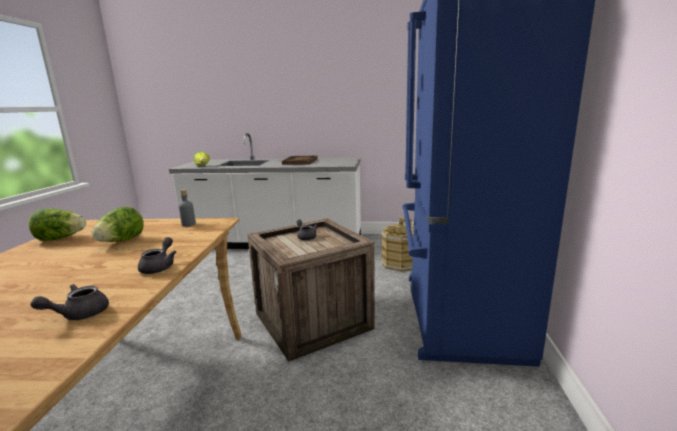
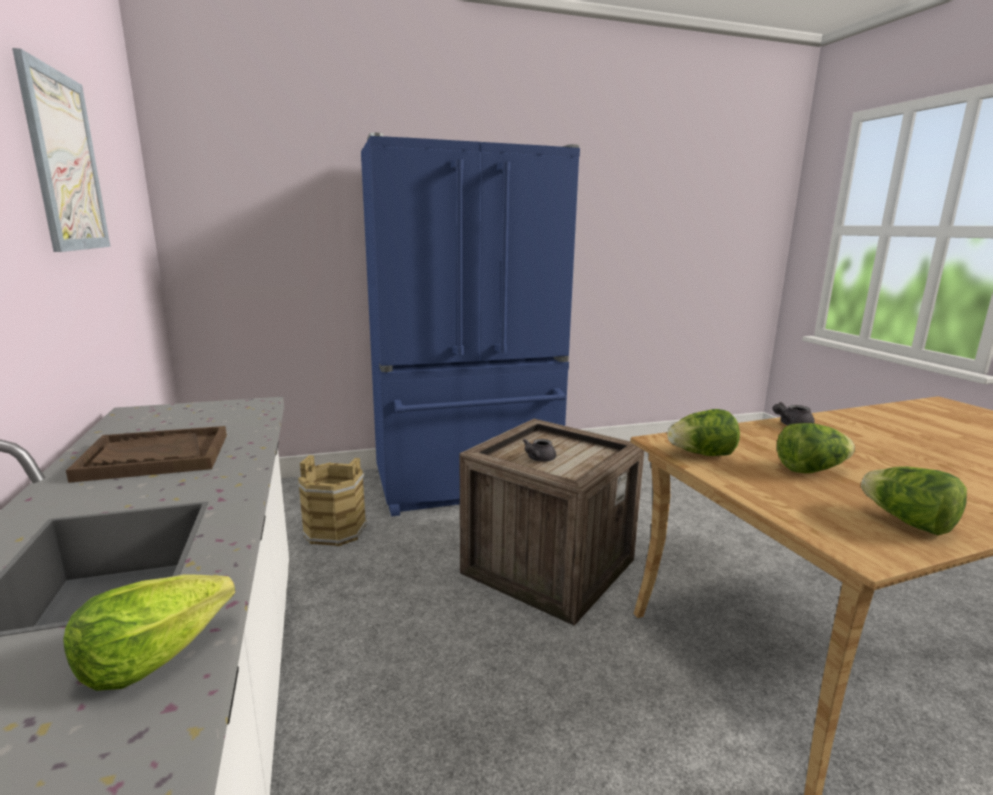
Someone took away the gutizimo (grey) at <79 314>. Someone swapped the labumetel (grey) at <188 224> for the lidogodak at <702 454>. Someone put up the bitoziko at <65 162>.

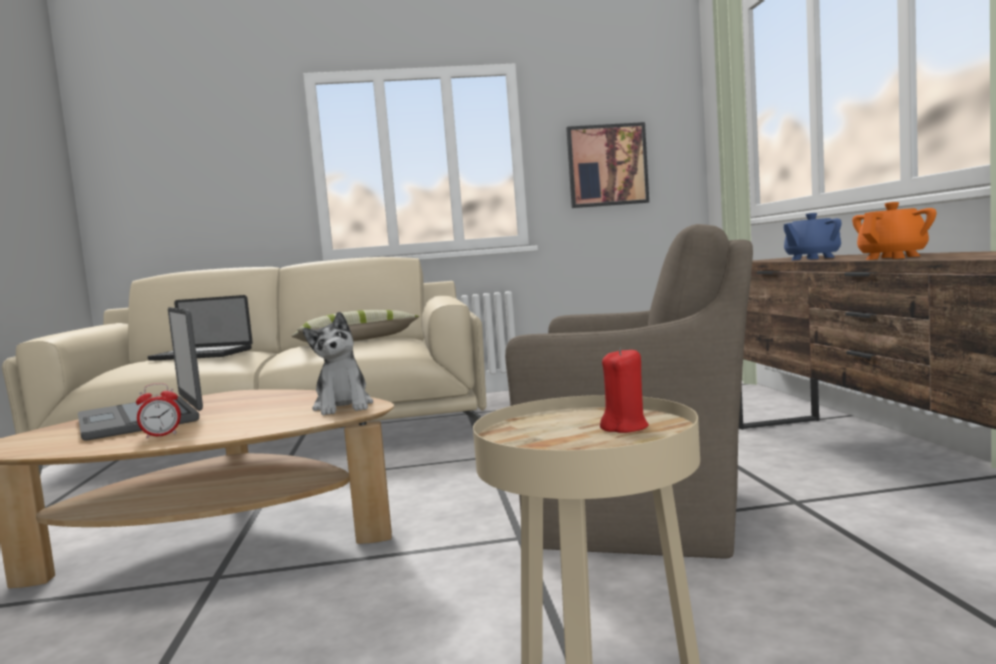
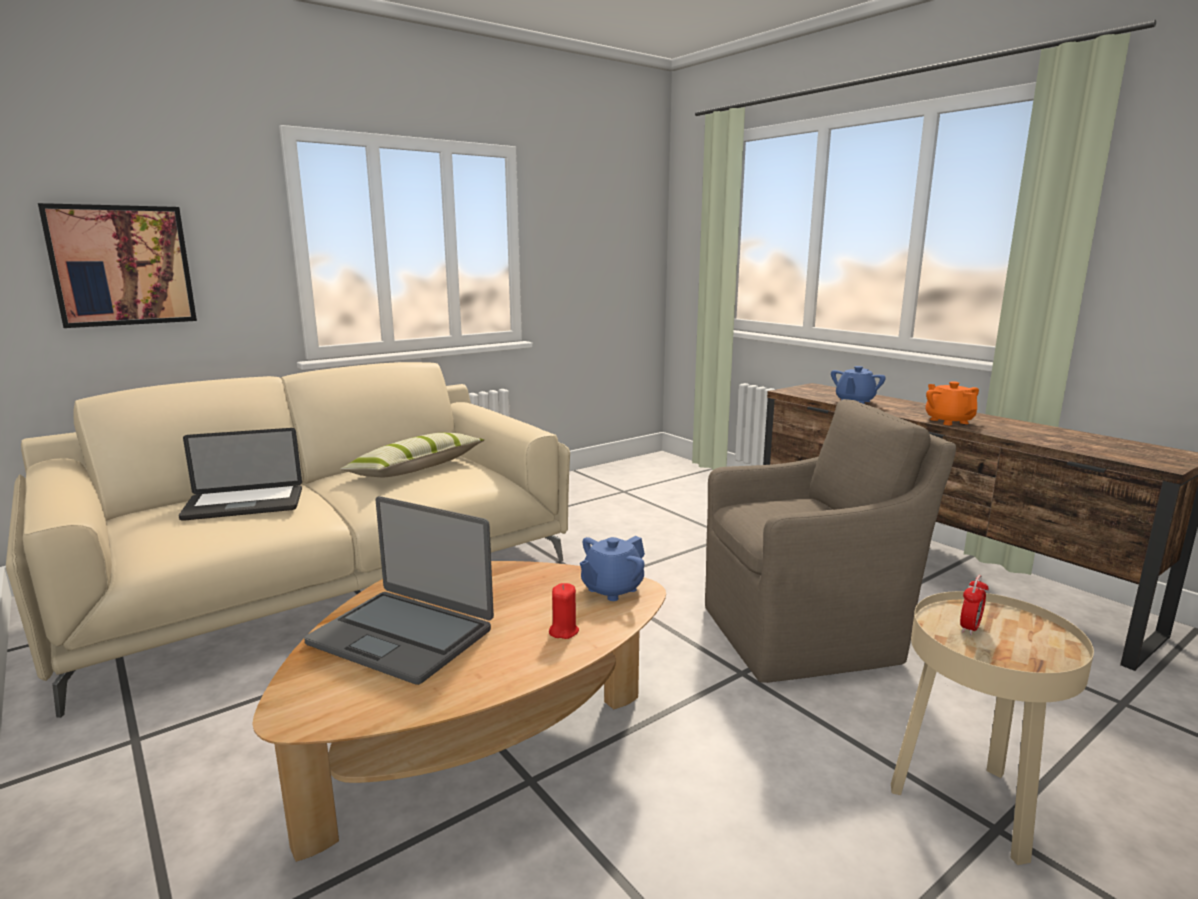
Someone carried the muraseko from <161 435> to <970 628>. Someone swapped the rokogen at <343 406> for the gutizimo (blue) at <611 589>. Someone carried the bitoziko from <607 165> to <122 265>. Someone carried the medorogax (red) from <625 427> to <563 631>. Someone rotated the gutizimo (orange) at <893 257> by 45 degrees counterclockwise.

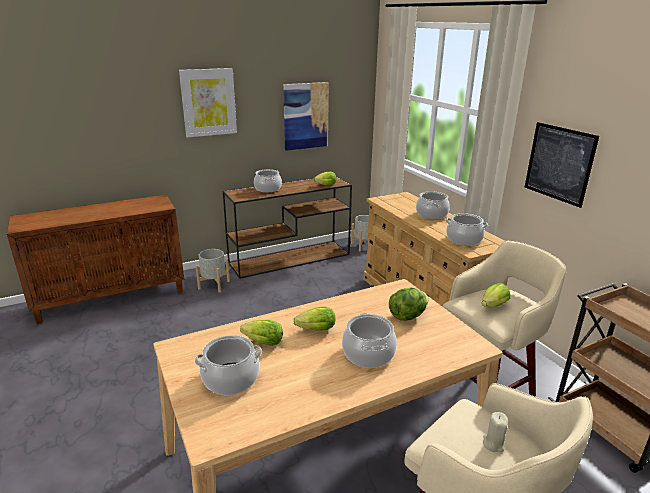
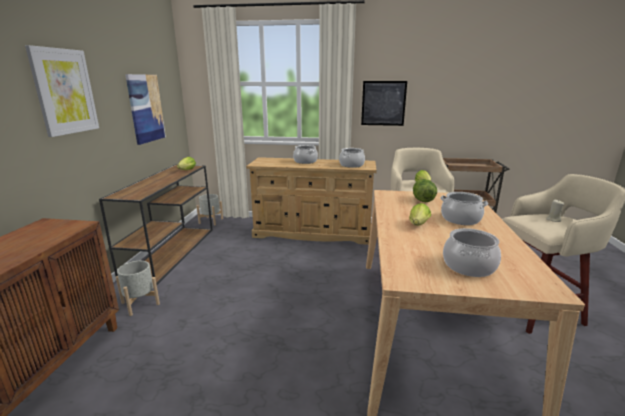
Someone took away the lidogodak at <261 342>. Someone took away the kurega at <267 189>.

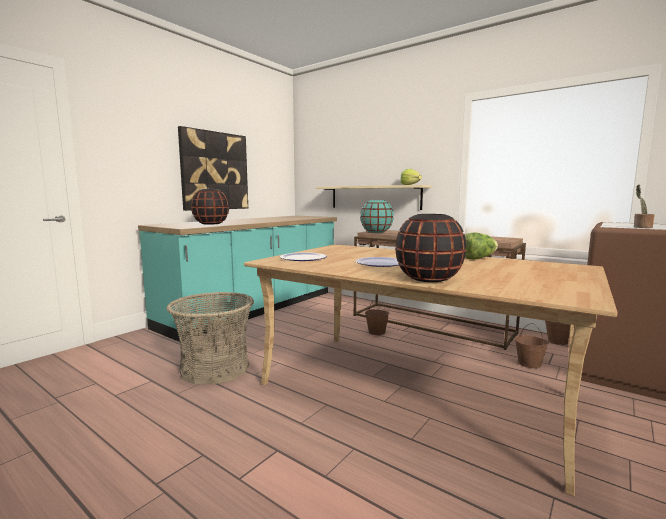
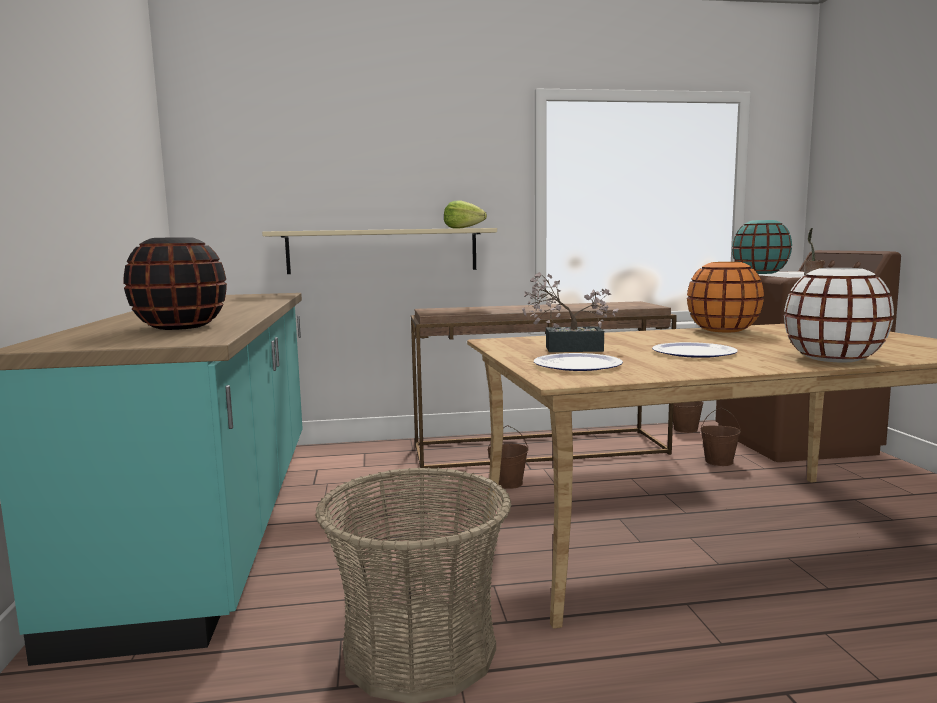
Someone took away the bitoziko at <214 171>. Someone carried the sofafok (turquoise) from <376 231> to <760 273>. Someone repainted the sofafok (black) at <428 279>, which became the sofafok (white) at <833 358>. Someone swapped the lidogodak at <478 258> for the sofafok (orange) at <722 330>. Someone put down the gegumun at <566 349>.

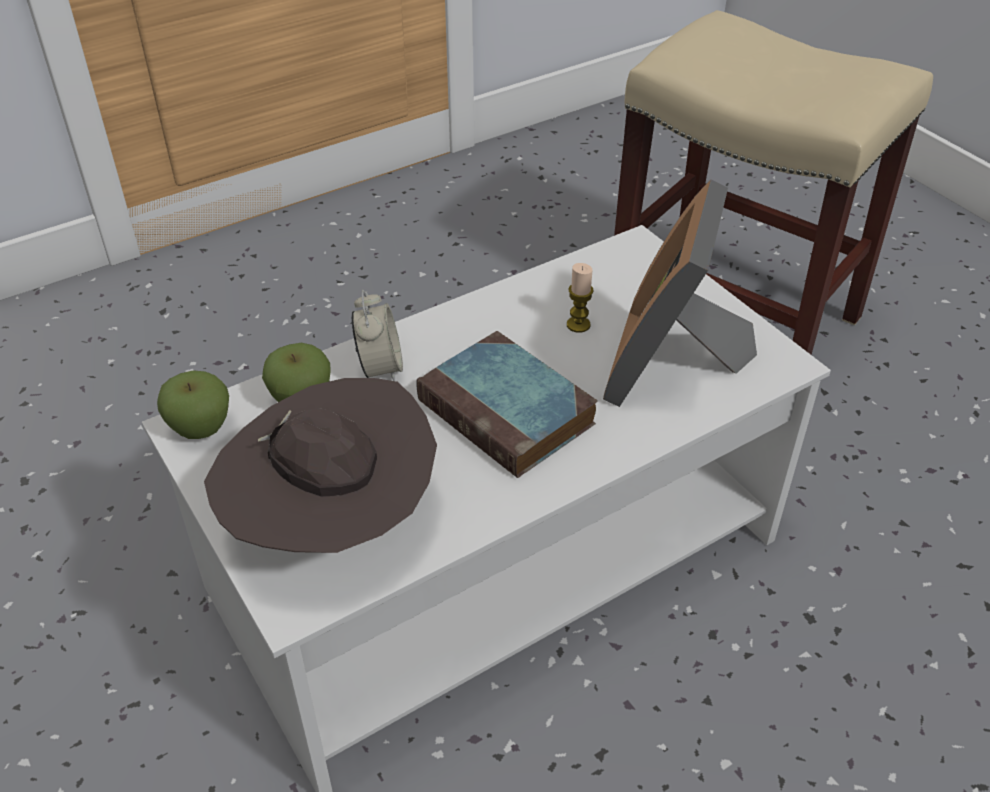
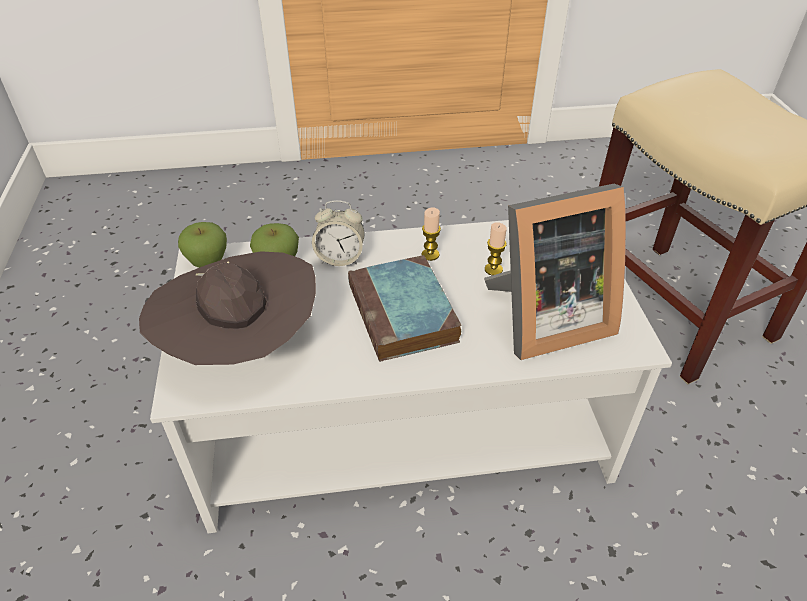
Someone rotated the muraseko at <380 368> by 75 degrees clockwise. Someone rotated the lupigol at <672 366> by 150 degrees counterclockwise. Someone put down the medorogax at <430 255>.

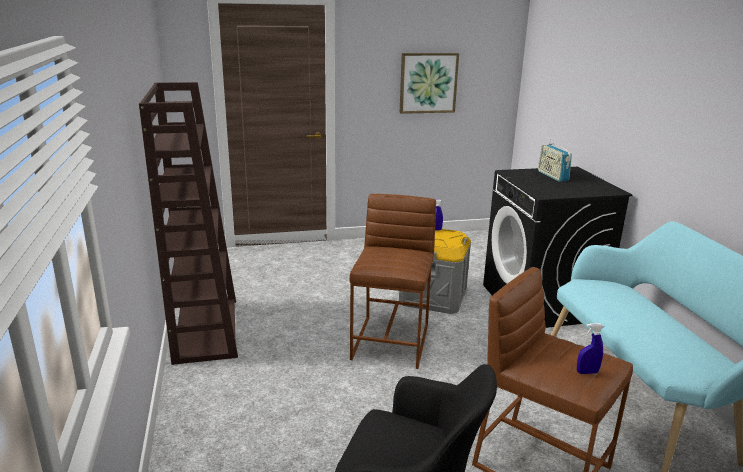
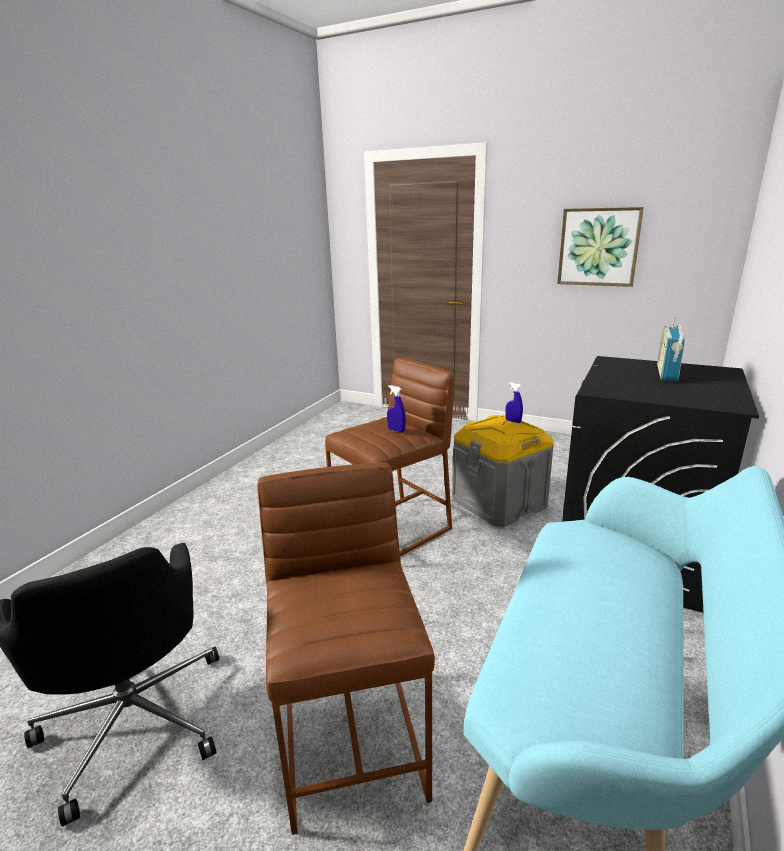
Someone took away the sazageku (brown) at <205 329>. Someone carried the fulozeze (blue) from <587 372> to <396 430>.

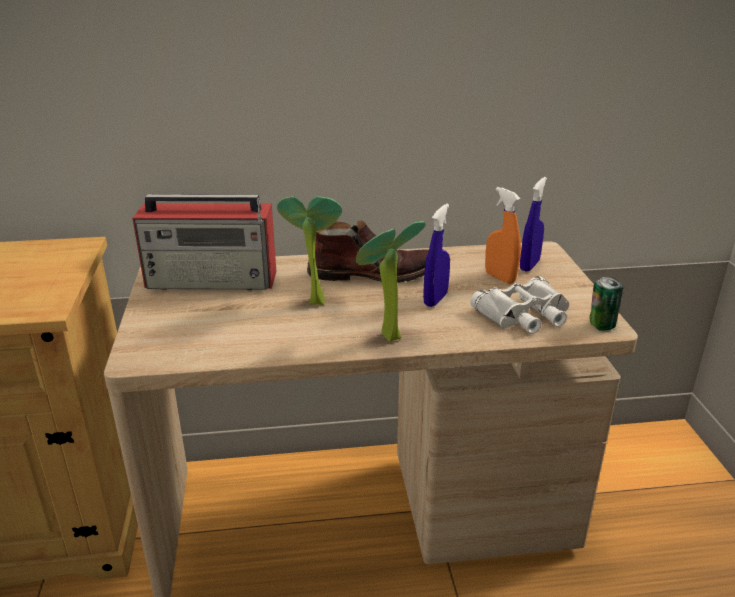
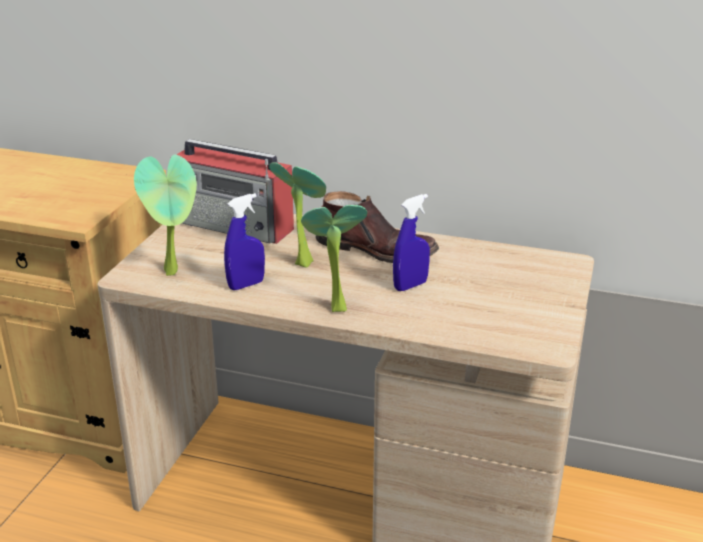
Someone took away the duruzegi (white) at <524 314>. Someone took away the fulozeze (orange) at <500 278>. Someone carried the fulozeze (blue) from <529 265> to <246 285>. Someone took away the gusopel at <601 325>. Someone put down the gegumun at <175 271>.

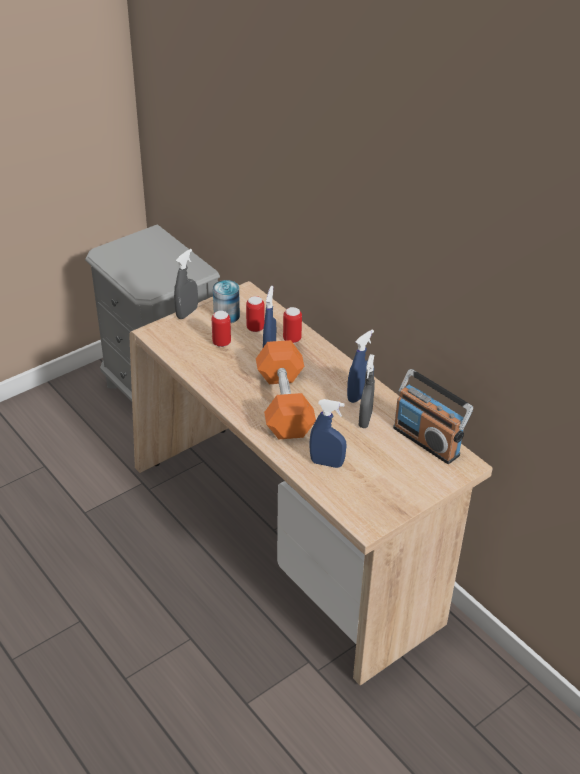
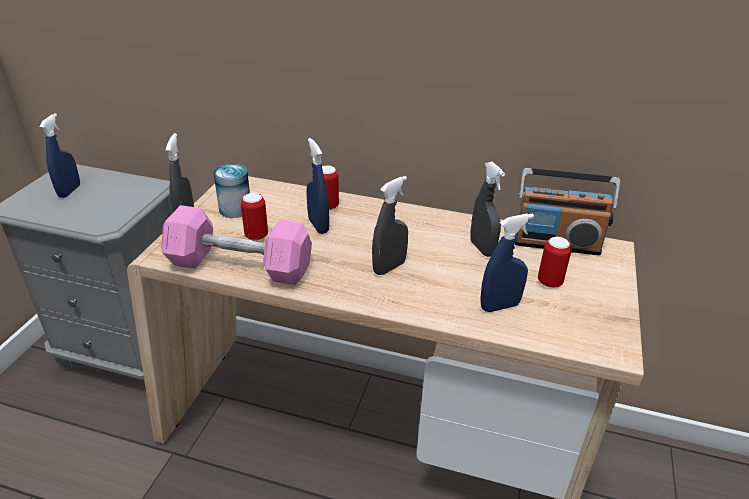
Someone carried the gusopel from <255 328> to <549 282>. Someone swapped the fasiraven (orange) at <284 404> for the fulozeze (grey) at <389 267>. Someone carried the fulozeze (blue) from <359 396> to <69 191>. Someone put down the fasiraven (pink) at <240 266>.

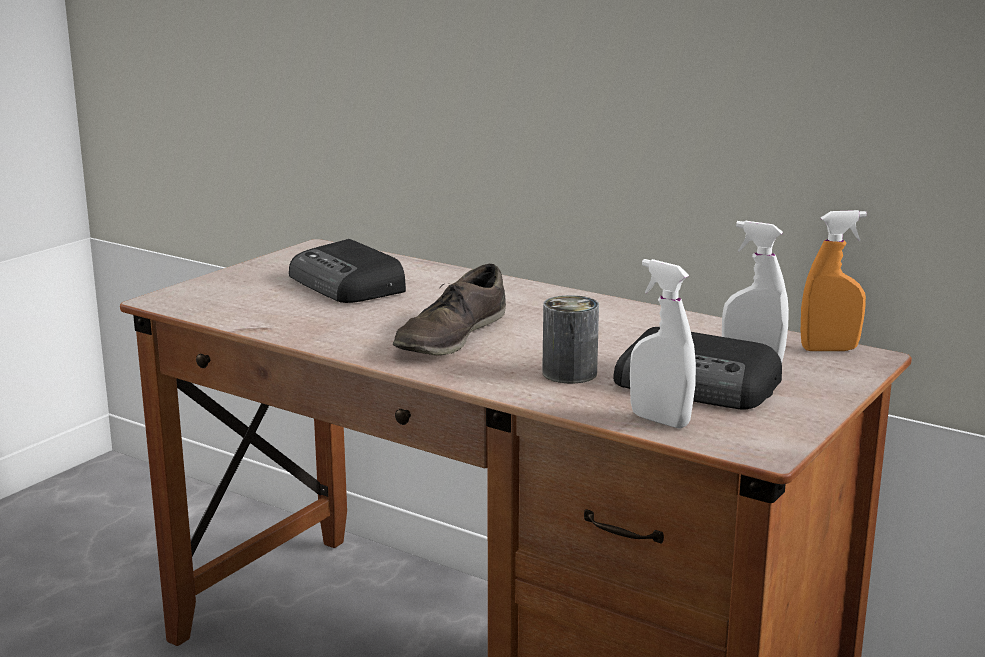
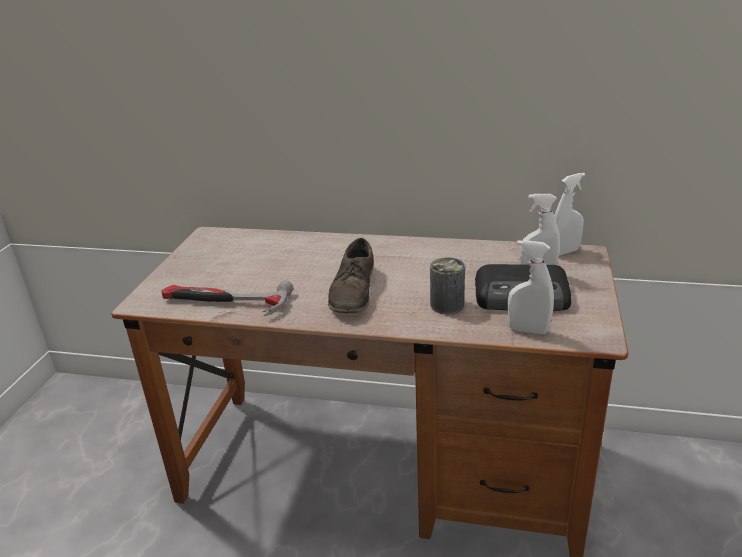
Someone took away the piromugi at <348 285>. Someone repainted the fulozeze (orange) at <829 349>, which became the fulozeze (white) at <564 252>. Someone put down the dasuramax at <224 303>.

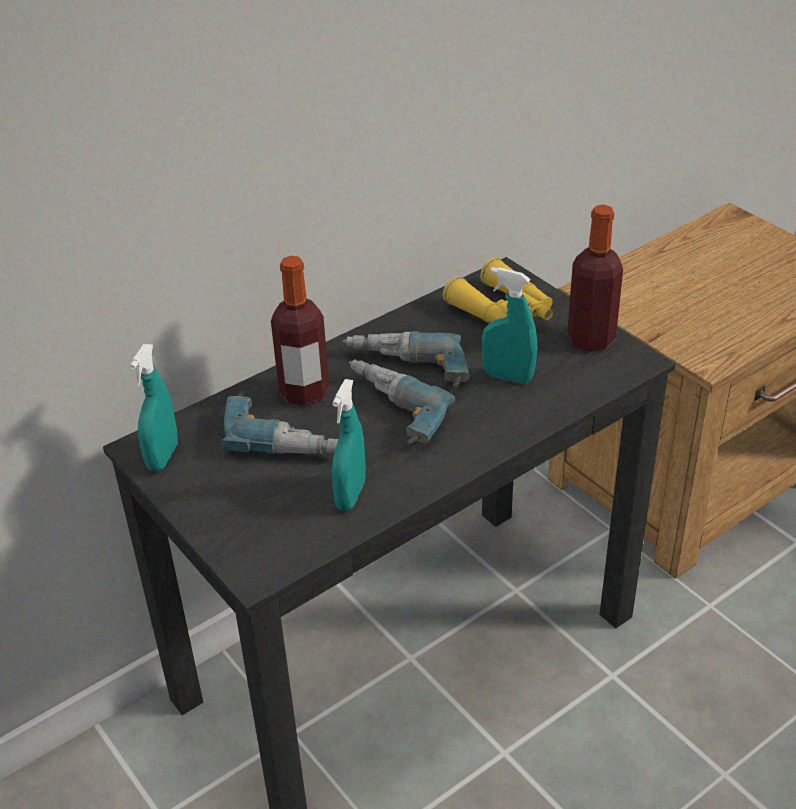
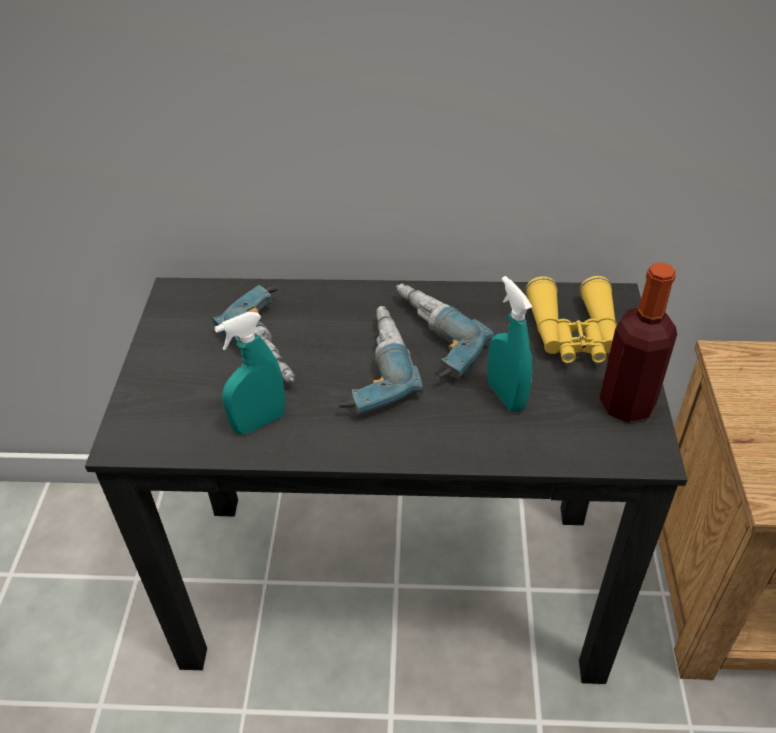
Someone took away the fulozeze (turquoise) at <163 457>. Someone took away the labumetel at <304 392>.

